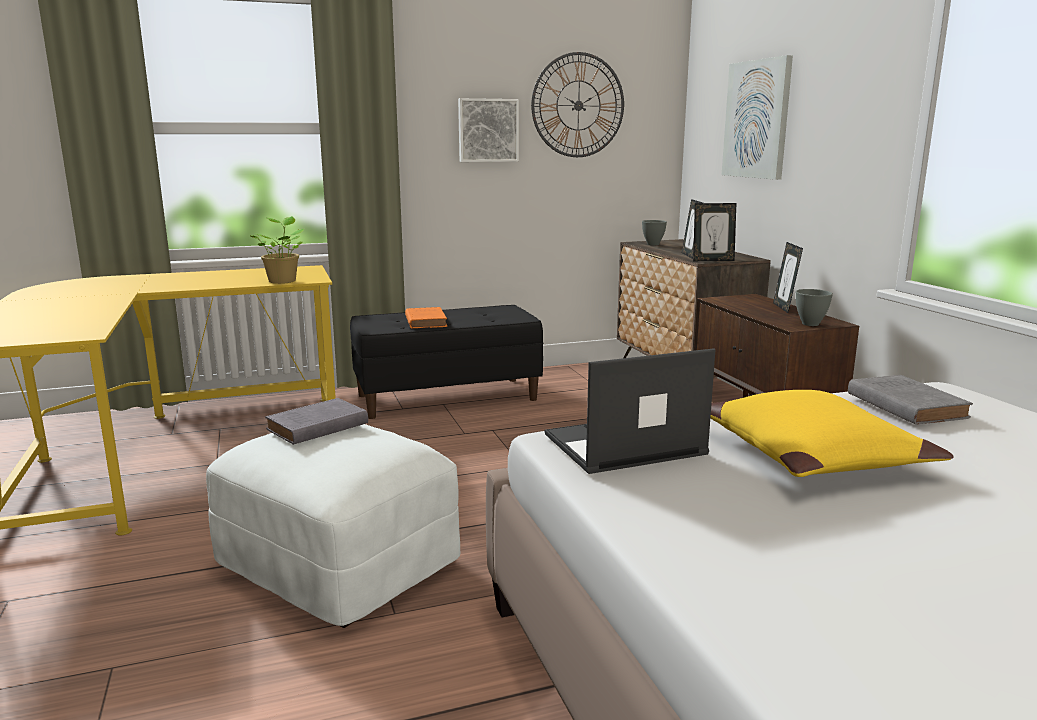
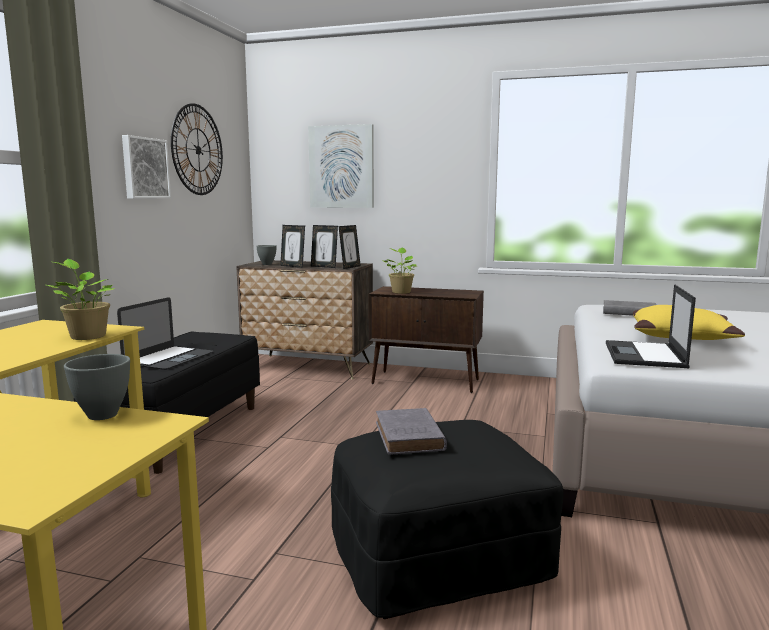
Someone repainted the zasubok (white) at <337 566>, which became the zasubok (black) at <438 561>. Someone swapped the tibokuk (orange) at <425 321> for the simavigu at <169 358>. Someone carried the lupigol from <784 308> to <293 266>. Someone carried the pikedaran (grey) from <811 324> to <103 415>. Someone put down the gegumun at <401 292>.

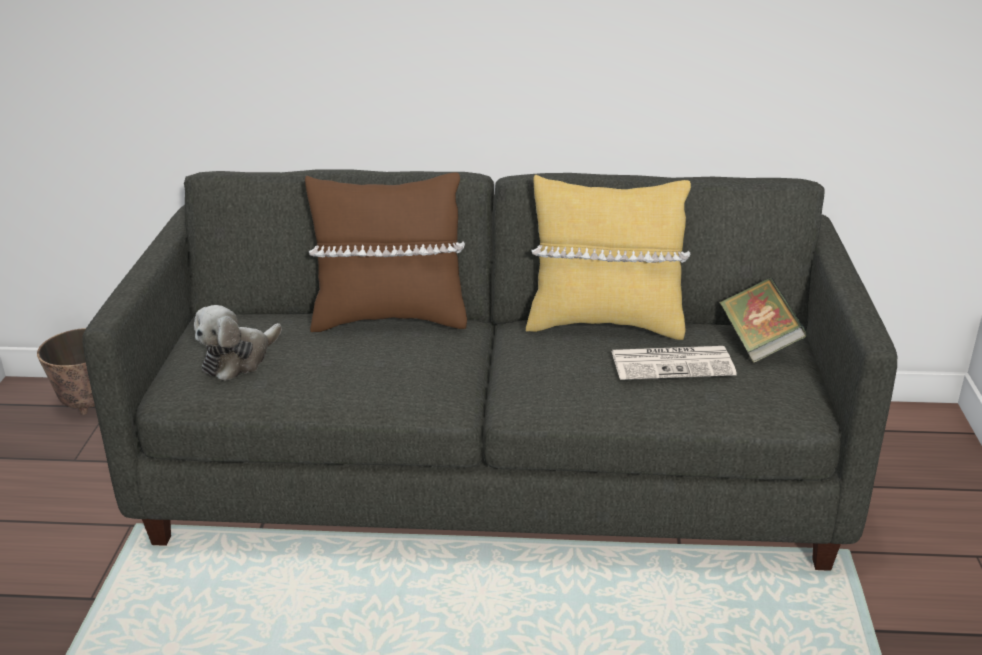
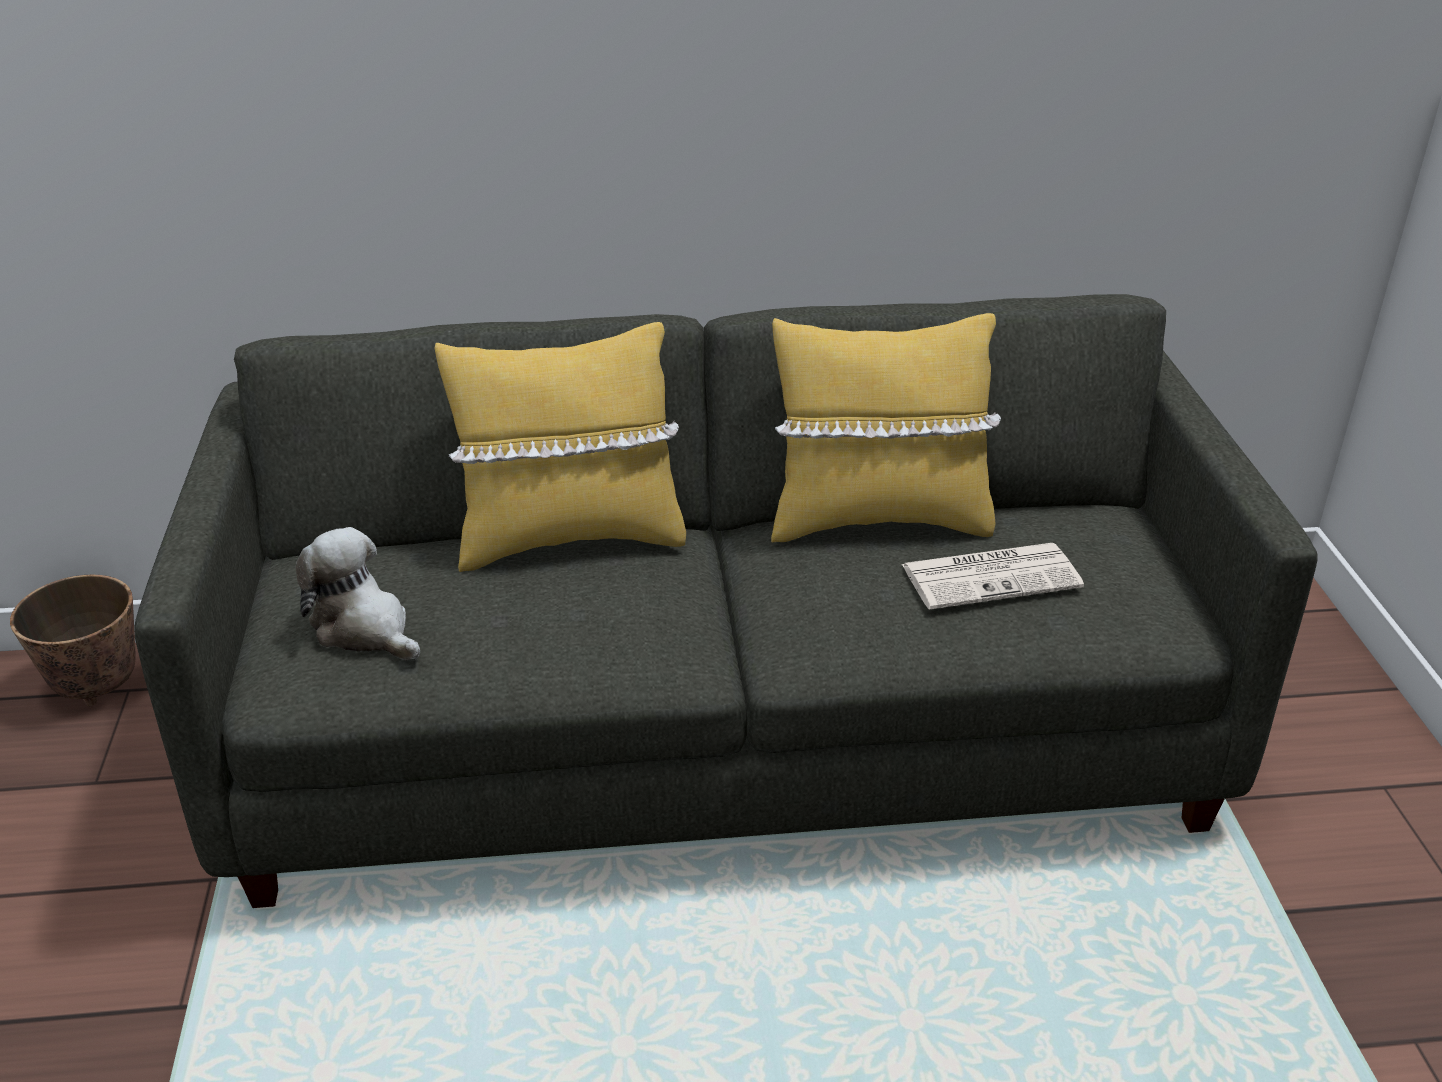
Someone rotated the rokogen at <238 359> by 105 degrees clockwise. Someone repainted the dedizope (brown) at <390 318>, which became the dedizope (yellow) at <569 539>. Someone took away the tibokuk at <758 343>.

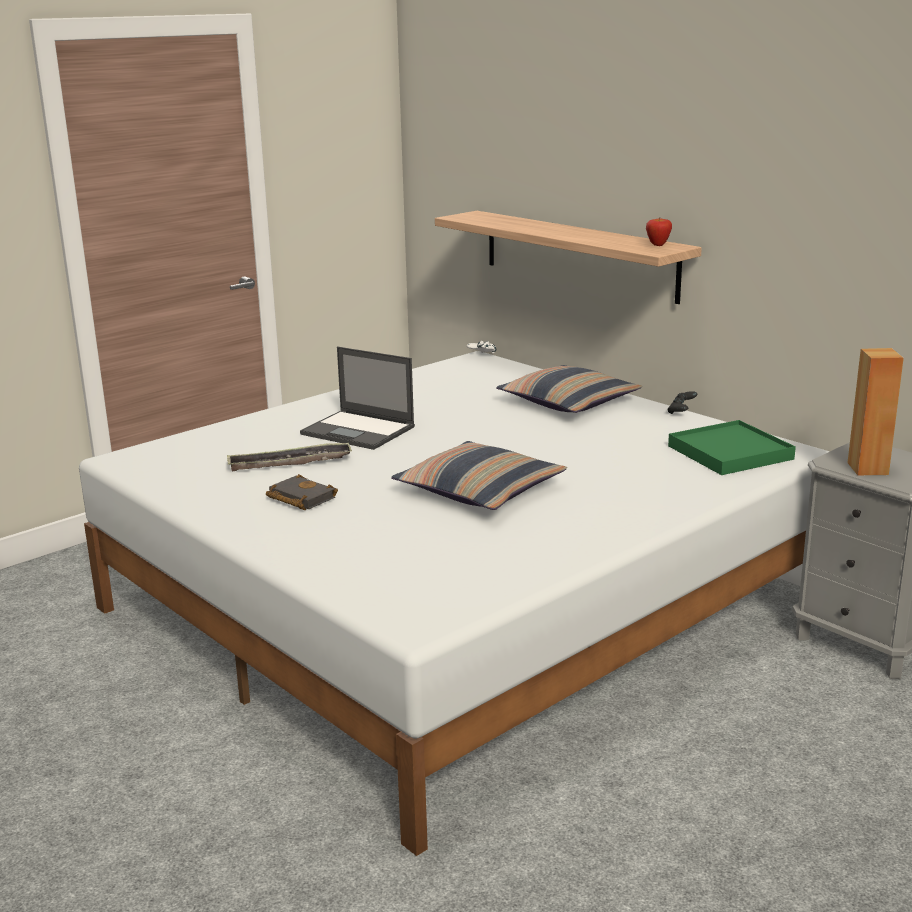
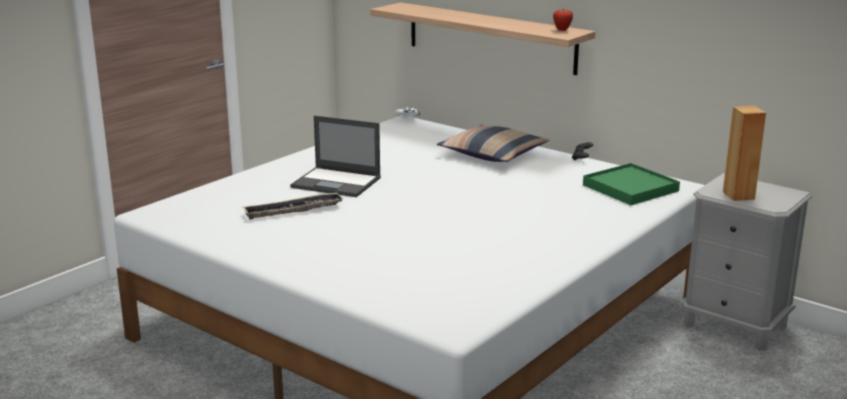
Someone took away the tibokuk (black) at <299 498>. Someone took away the dedizope at <480 491>.

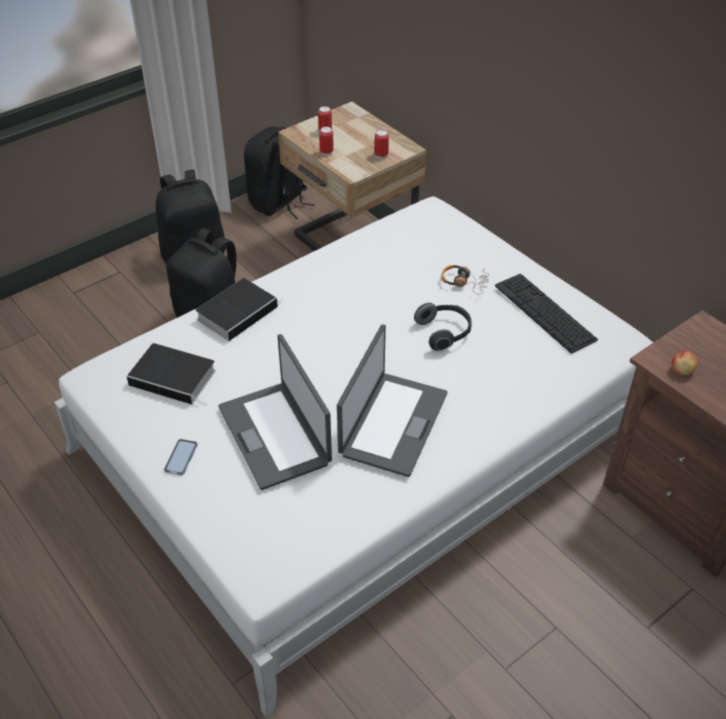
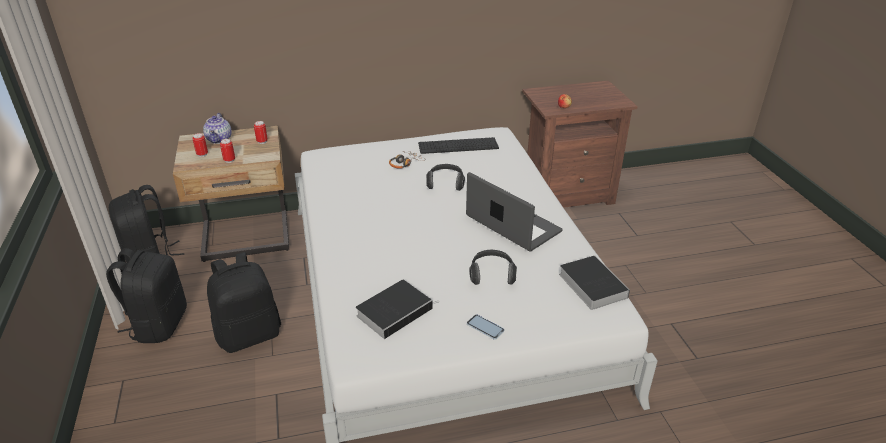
Someone carried the tibokuk from <238 311> to <590 284>. Someone swapped the simavigu at <275 434> for the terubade at <492 274>. Someone put down the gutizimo at <220 139>.

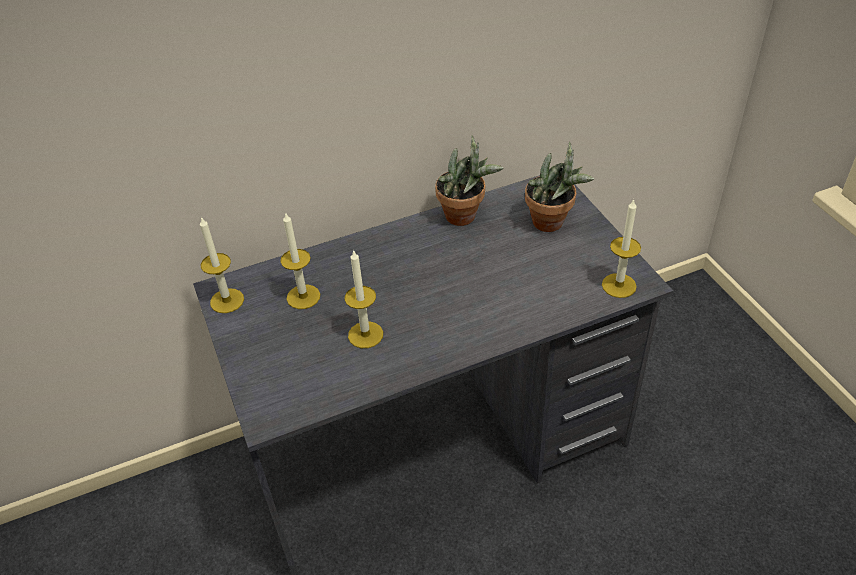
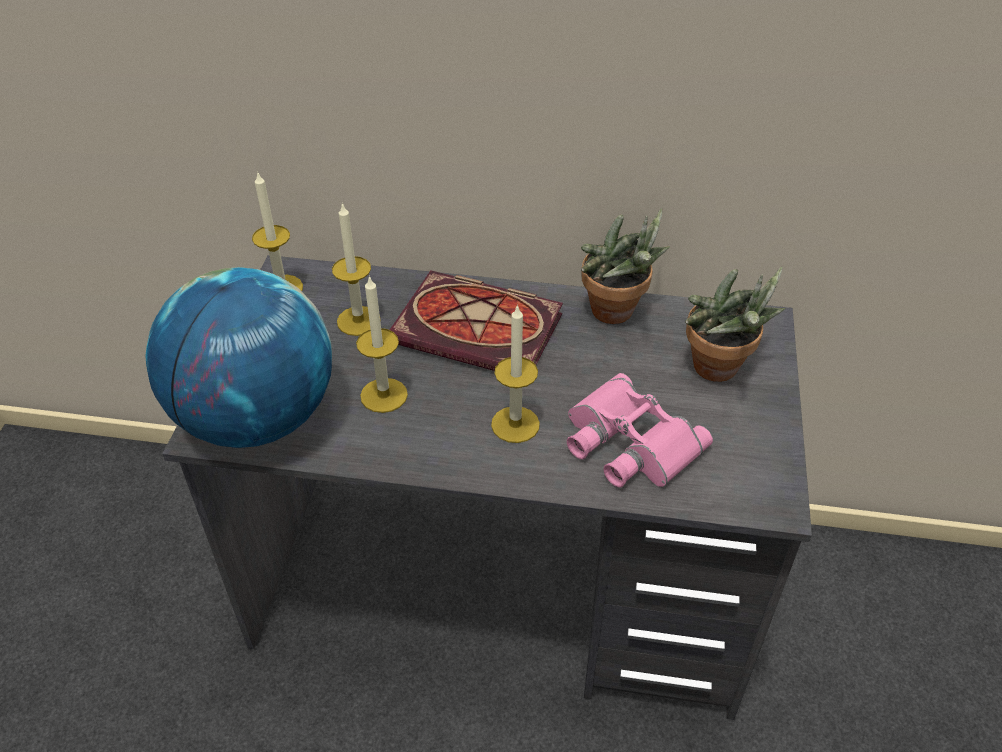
Someone carried the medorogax from <619 285> to <515 424>. Someone put down the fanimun at <257 418>. Someone put down the tibokuk at <482 329>. Someone put down the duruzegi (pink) at <627 443>.

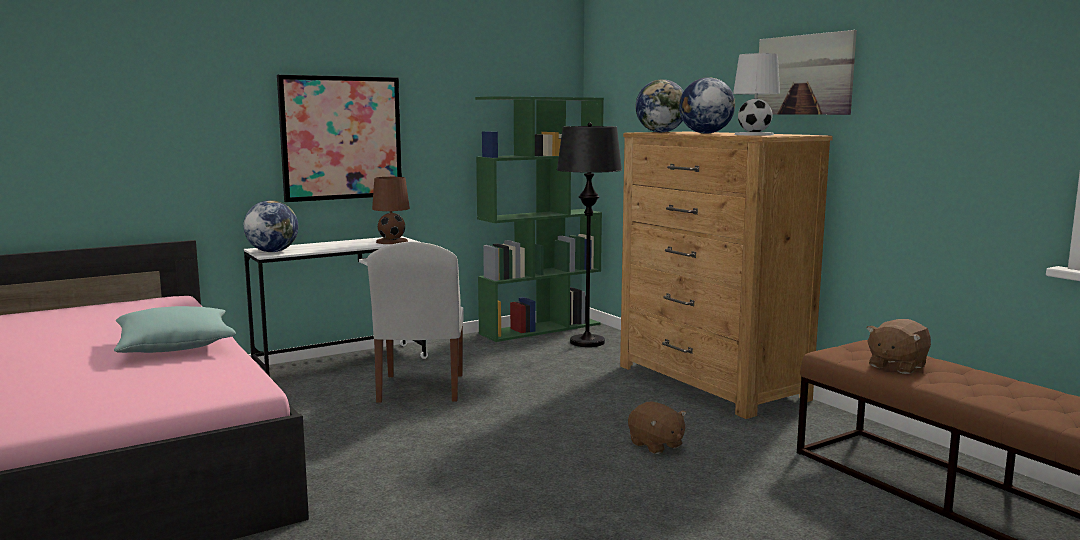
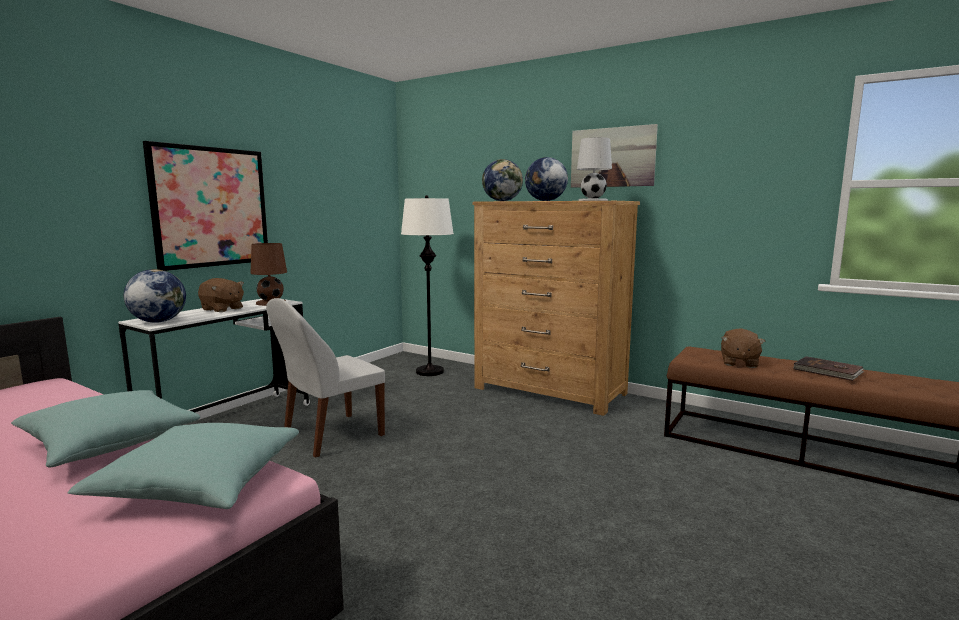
Someone rotated the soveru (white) at <420 389> by 75 degrees clockwise. Someone took away the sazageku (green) at <541 328>. Someone repainted the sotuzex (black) at <587 342>, which became the sotuzex (white) at <429 371>. Someone carried the rokogen (brown) from <656 445> to <222 309>. Someone put down the dedizope (turquoise) at <200 485>. Someone put down the tibokuk (brown) at <827 371>.

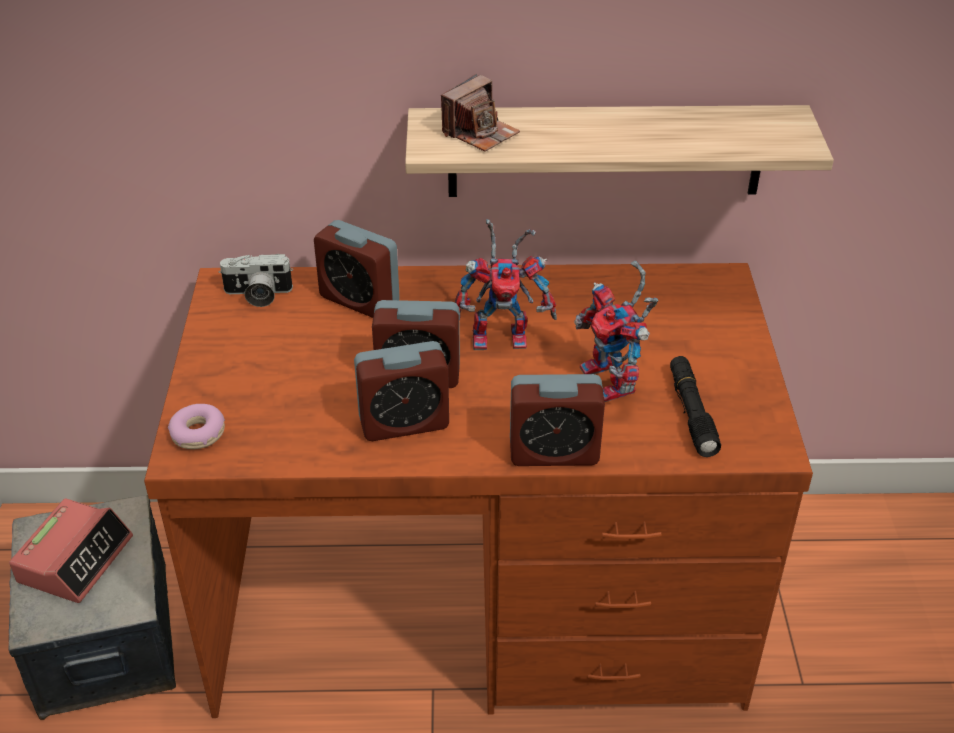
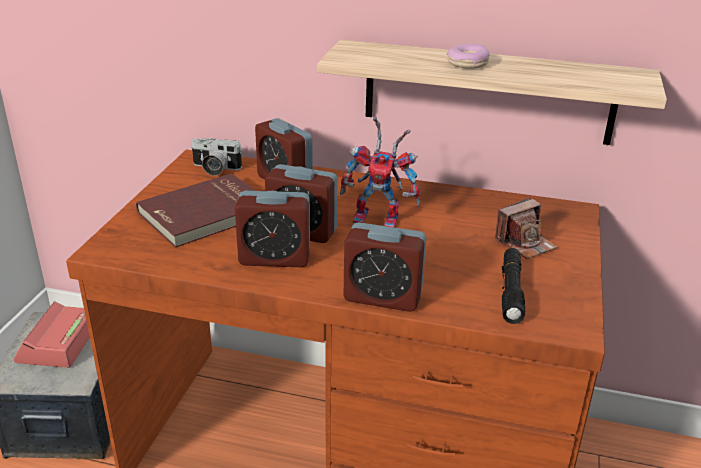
Someone rotated the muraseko at <75 559> by 150 degrees clockwise. Someone carried the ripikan from <198 434> to <467 64>. Someone carried the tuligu from <480 133> to <525 243>. Someone took away the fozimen at <614 383>. Someone put down the tibokuk (red) at <206 214>.

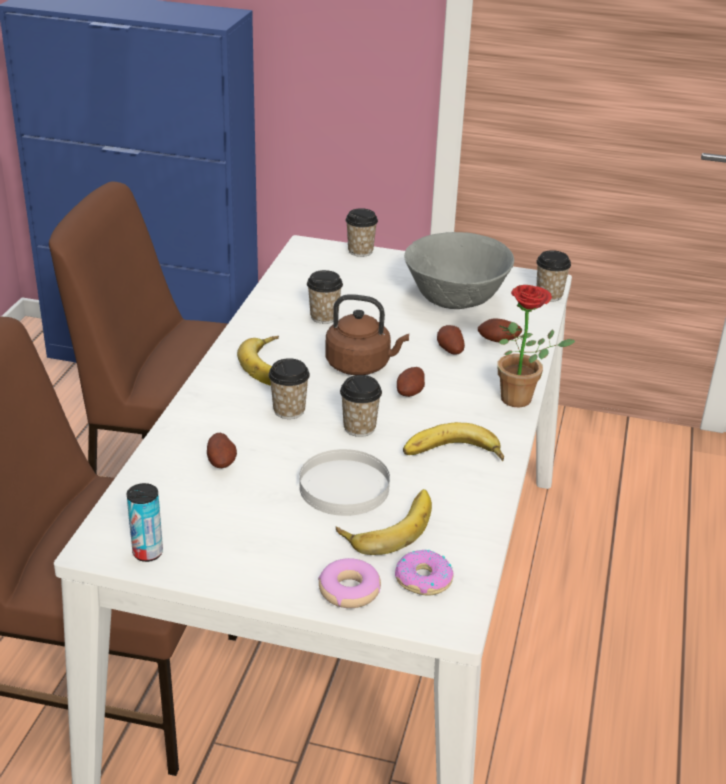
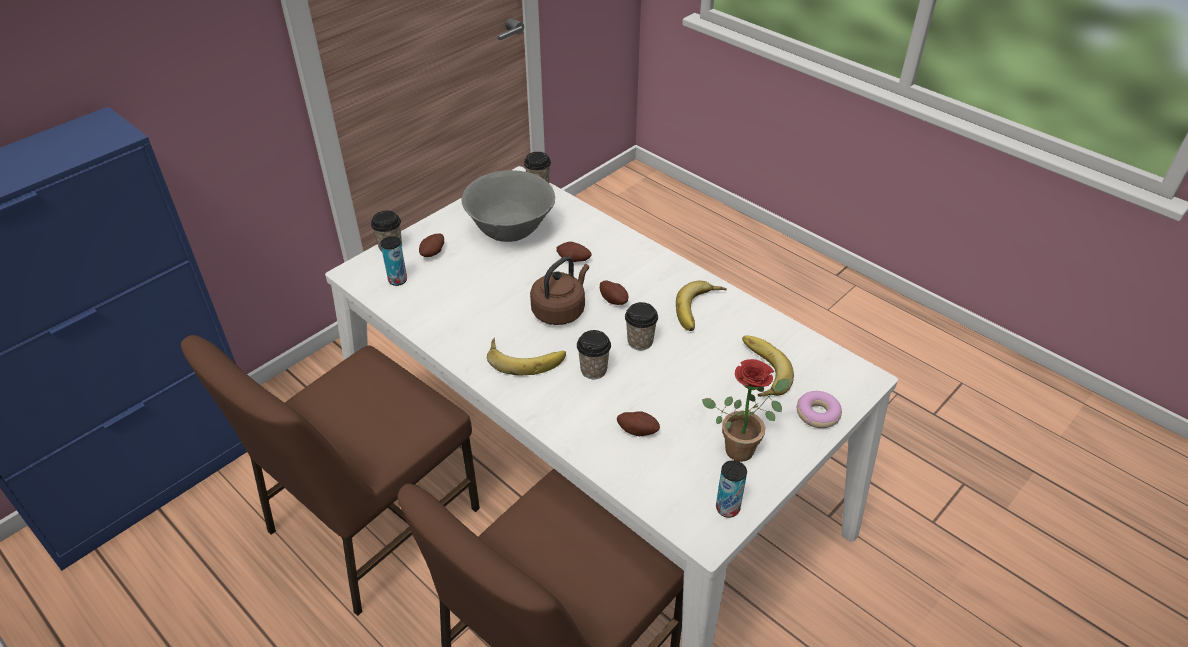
Someone took away the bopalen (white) at <344 486>. Someone took away the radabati at <324 317>. Someone took away the ripikan at <423 579>. Someone carried the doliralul from <498 342> to <433 253>. Someone carried the gegumun from <523 400> to <743 446>. Someone put down the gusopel at <397 280>.

